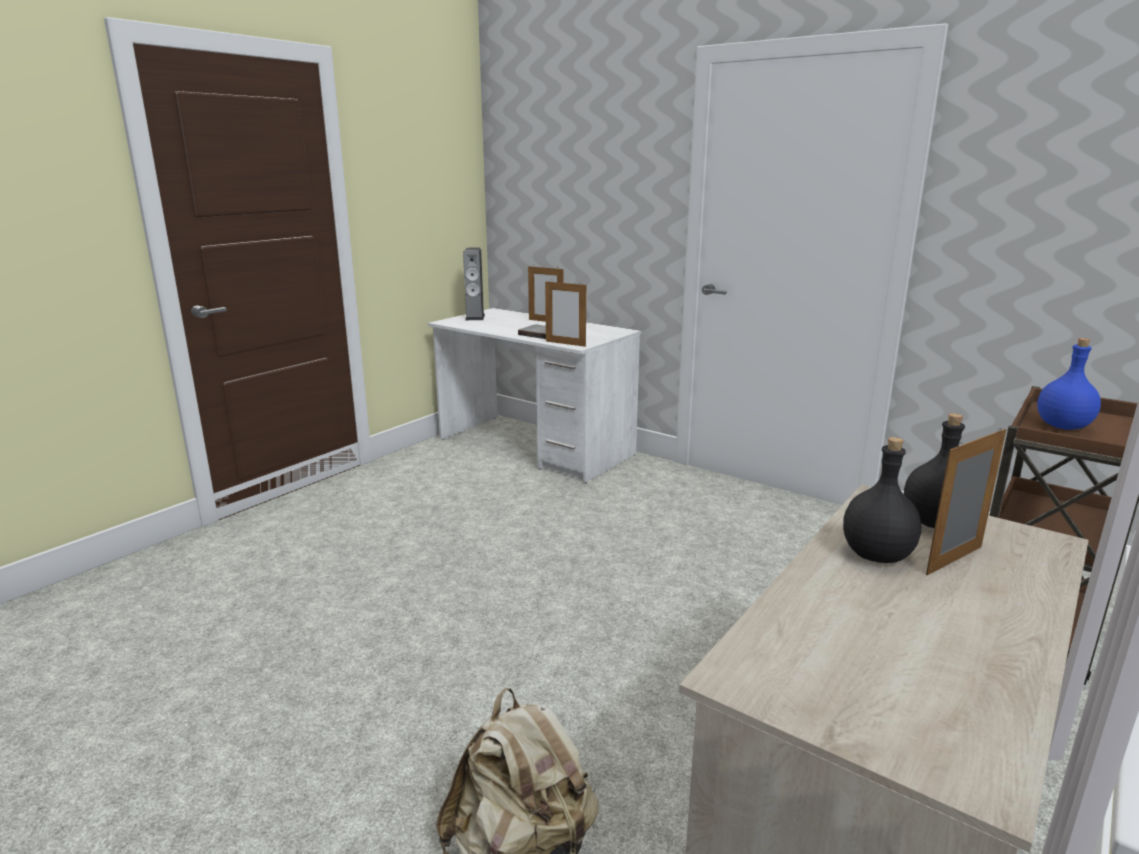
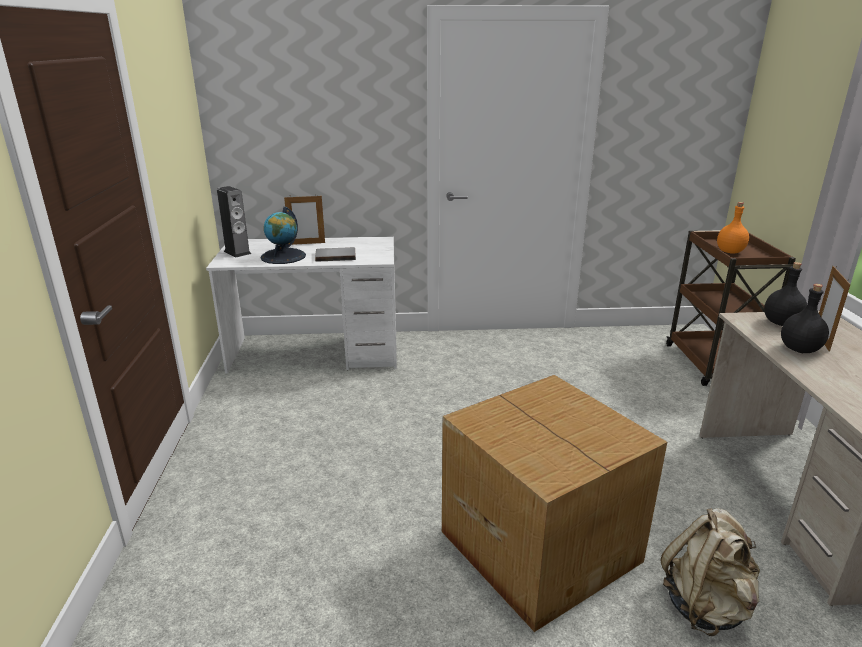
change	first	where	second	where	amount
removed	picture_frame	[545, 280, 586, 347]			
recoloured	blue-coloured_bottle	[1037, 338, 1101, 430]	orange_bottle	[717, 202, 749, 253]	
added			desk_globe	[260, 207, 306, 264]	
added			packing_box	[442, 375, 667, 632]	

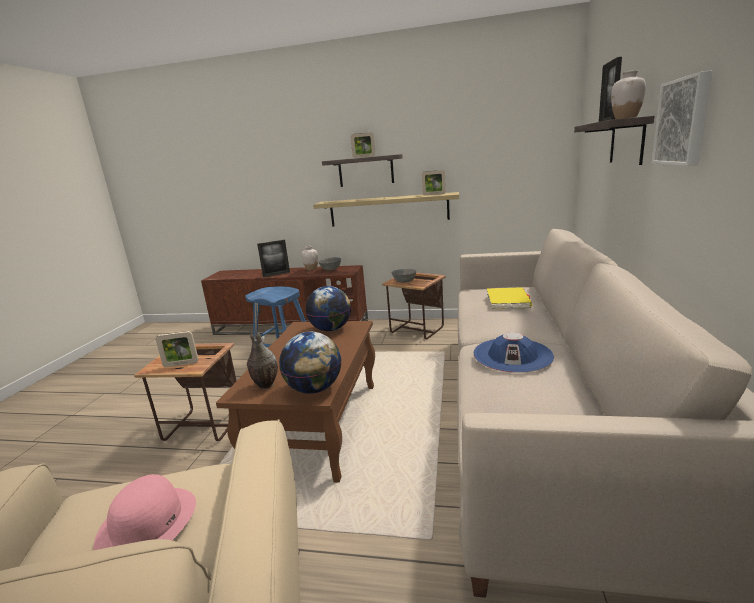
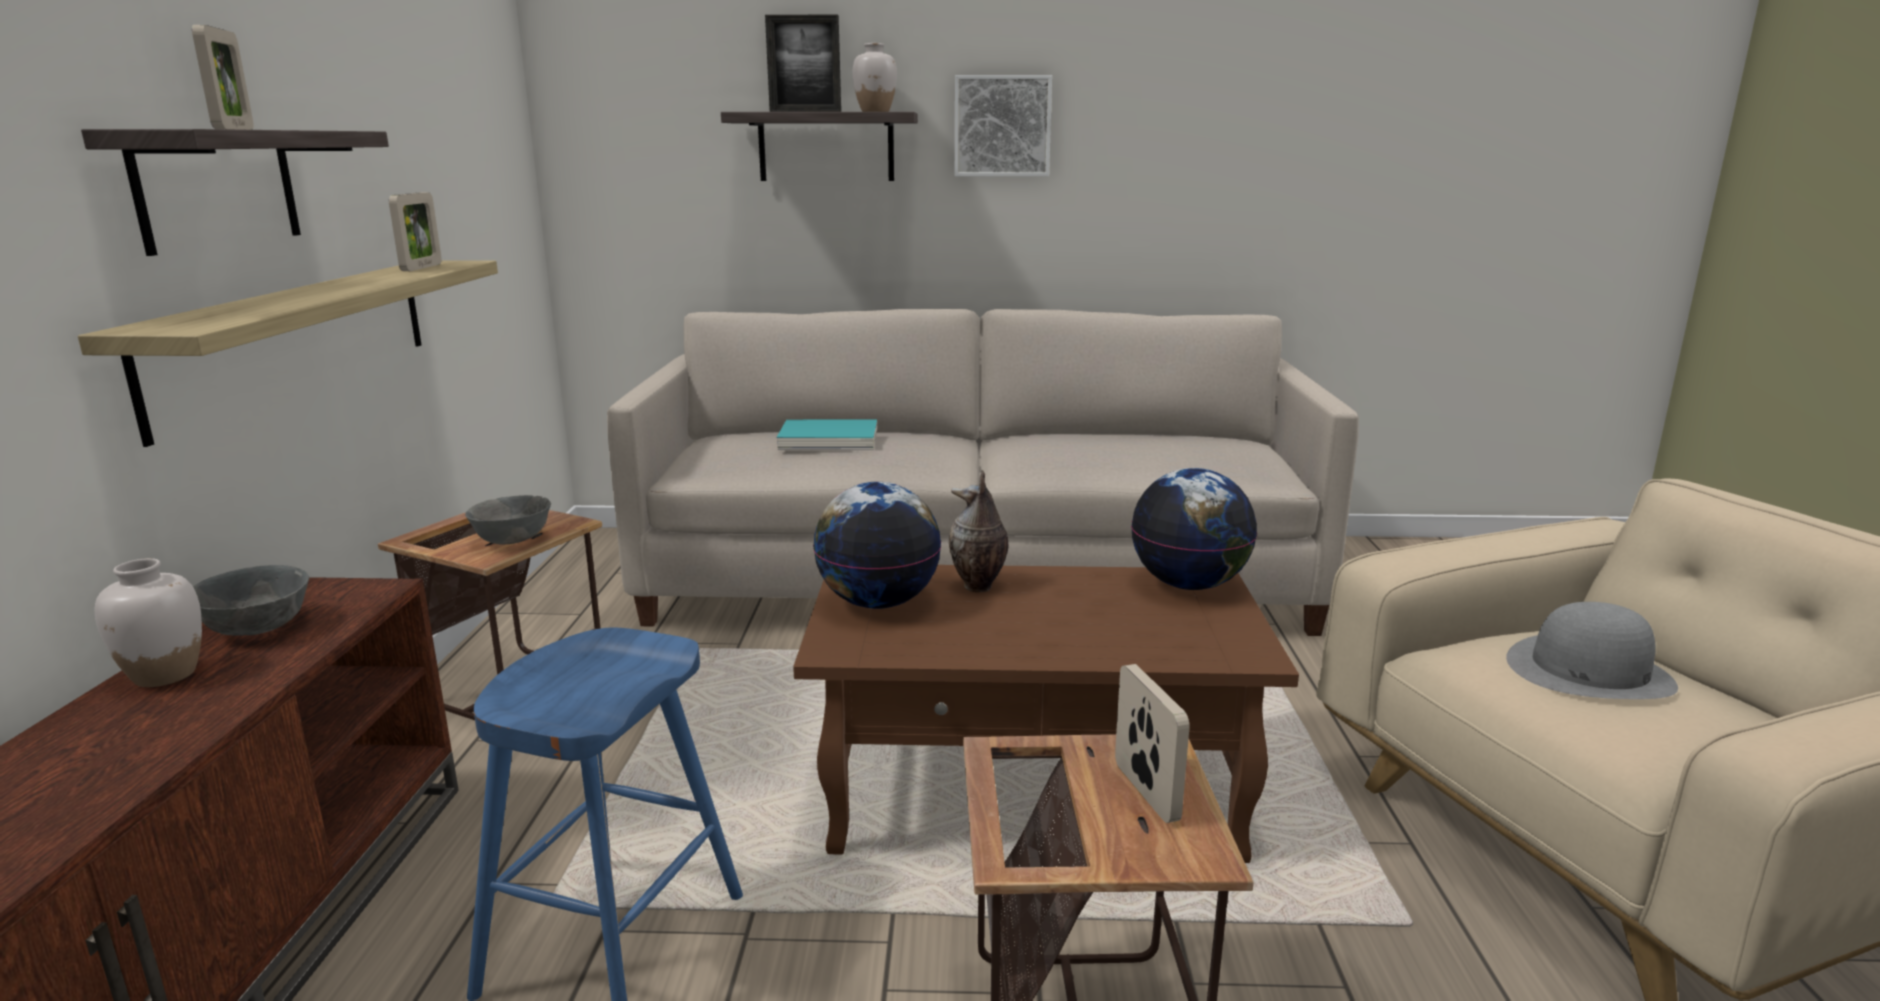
change	first	where	second	where	amount
recoloured	pink_hat	[94, 474, 196, 550]	gray_hat	[1506, 602, 1678, 699]	
moved	flower_vase	[247, 333, 278, 389]		[949, 470, 1009, 592]	
removed	picture_frame	[257, 240, 290, 277]			
removed	blue-coloured_hat	[474, 332, 554, 373]			
recoloured	yellow_book	[487, 287, 532, 310]	blue-green_book	[776, 420, 877, 450]	

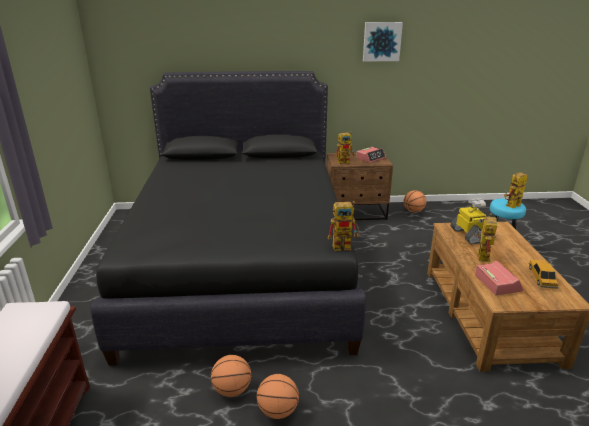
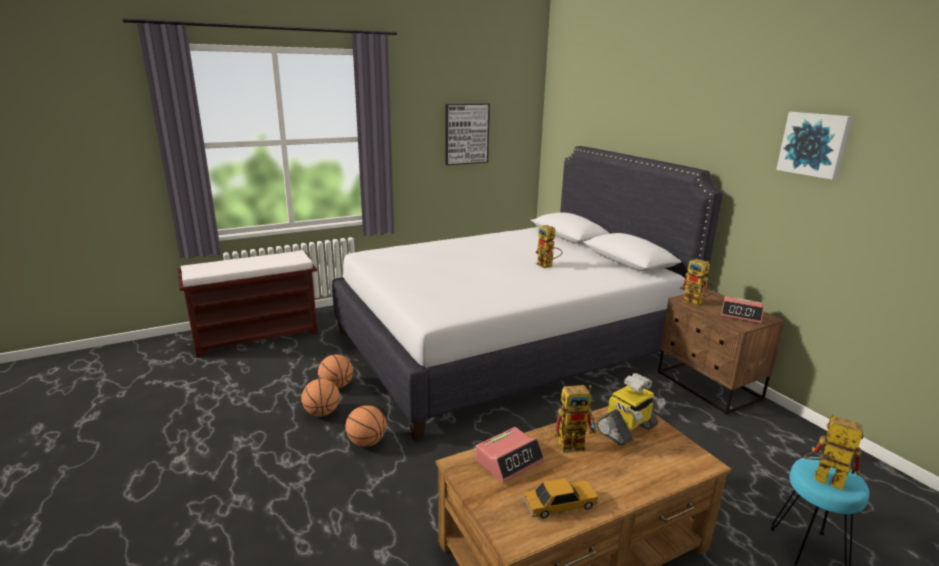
change	first	where	second	where	amount
recoloured	black_sleeping_bed	[90, 71, 366, 366]	white-coloured_sleeping_bed	[332, 146, 723, 441]	
moved	robot_figure	[327, 201, 359, 251]		[535, 225, 562, 268]	
moved	basketball	[403, 190, 426, 212]		[345, 405, 386, 447]	
added			wall_art	[445, 104, 490, 165]	

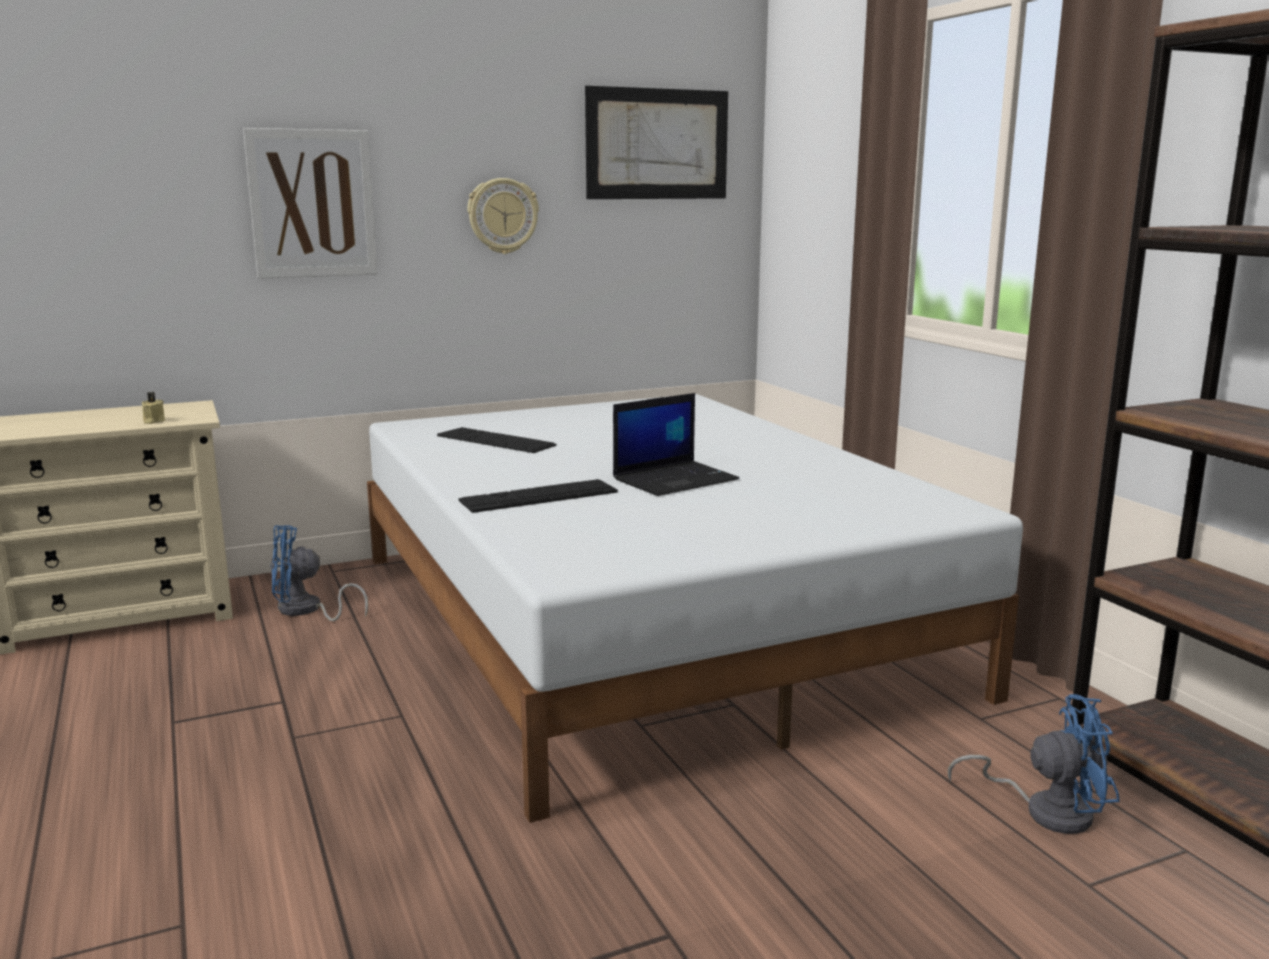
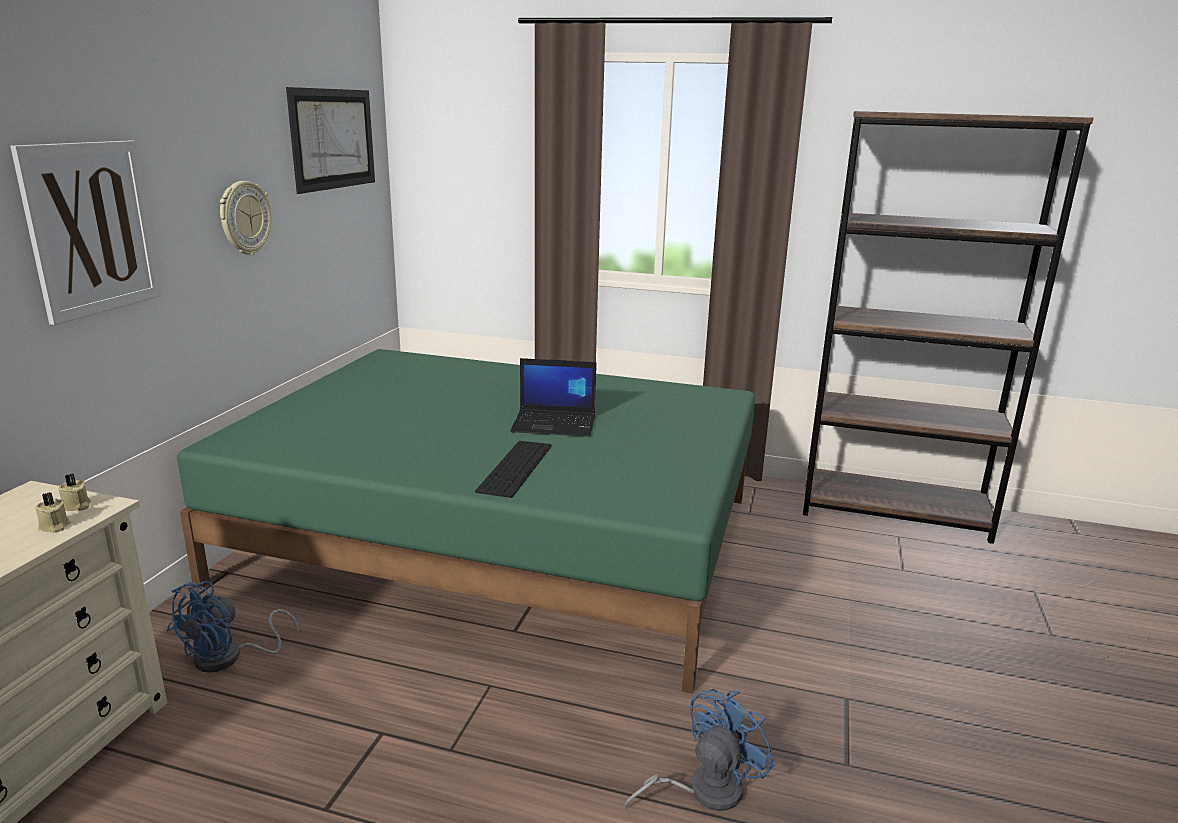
change	first	where	second	where	amount
recoloured	white-coloured_sleeping_bed	[367, 394, 1023, 823]	greenish_sleeping_bed	[177, 349, 755, 694]	
removed	computer_keyboard	[437, 427, 557, 453]			
turned	notebook_computer	[613, 393, 739, 496]		[510, 358, 597, 437]	90 degrees clockwise
moved	blue-coloured_fan	[948, 694, 1120, 834]		[624, 689, 774, 811]	
added			beige-coloured_candle	[58, 474, 91, 511]	

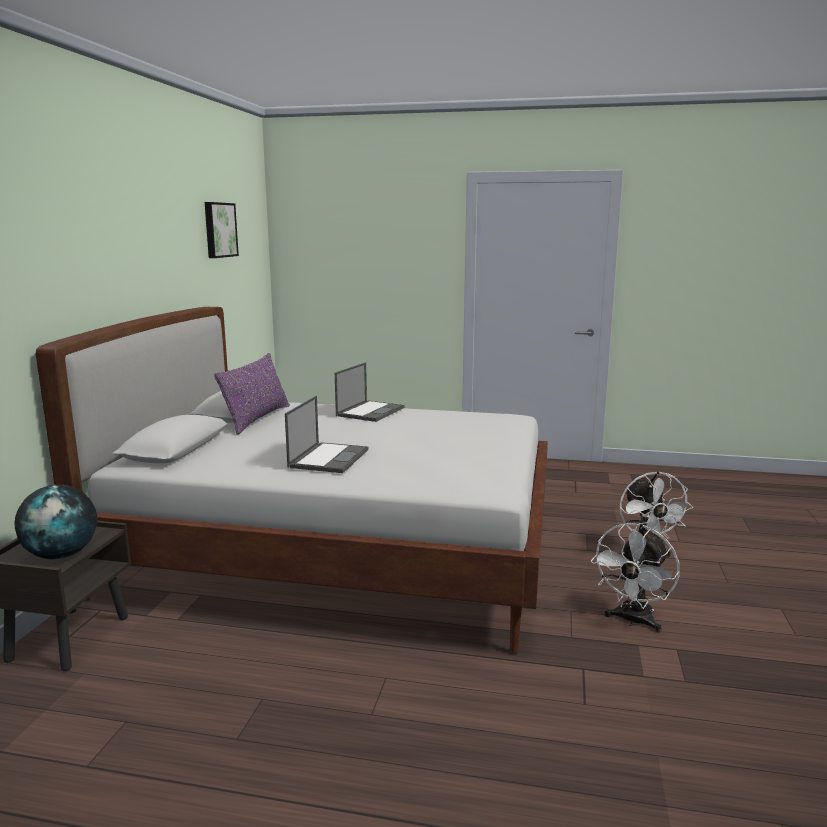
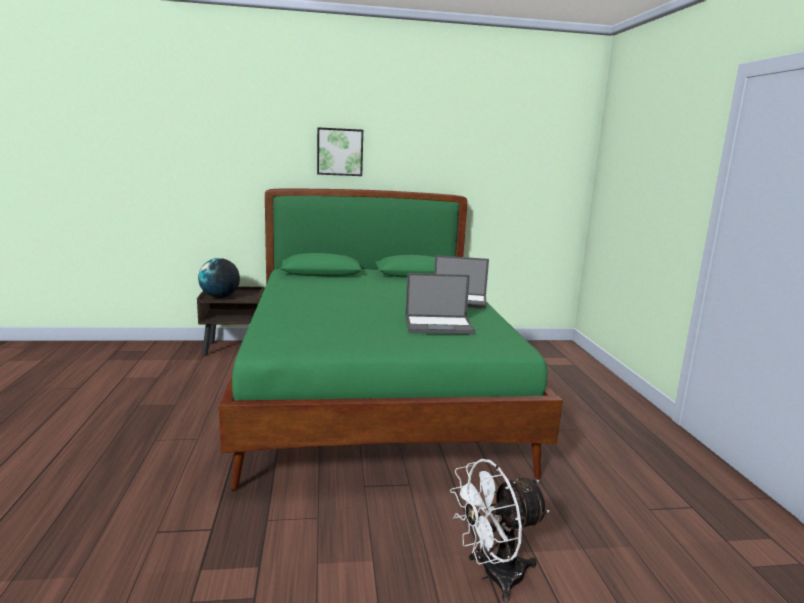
change	first	where	second	where	amount
recoloured	white-coloured_sleeping_bed	[36, 307, 548, 654]	greenish_sleeping_bed	[219, 189, 563, 490]	
moved	wall_art	[205, 202, 239, 258]		[317, 127, 363, 176]	
removed	purplish_cushion	[214, 353, 290, 435]			
moved	notebook_computer	[285, 396, 369, 473]		[405, 273, 475, 335]	
removed	white-coloured_fan	[590, 523, 679, 633]			

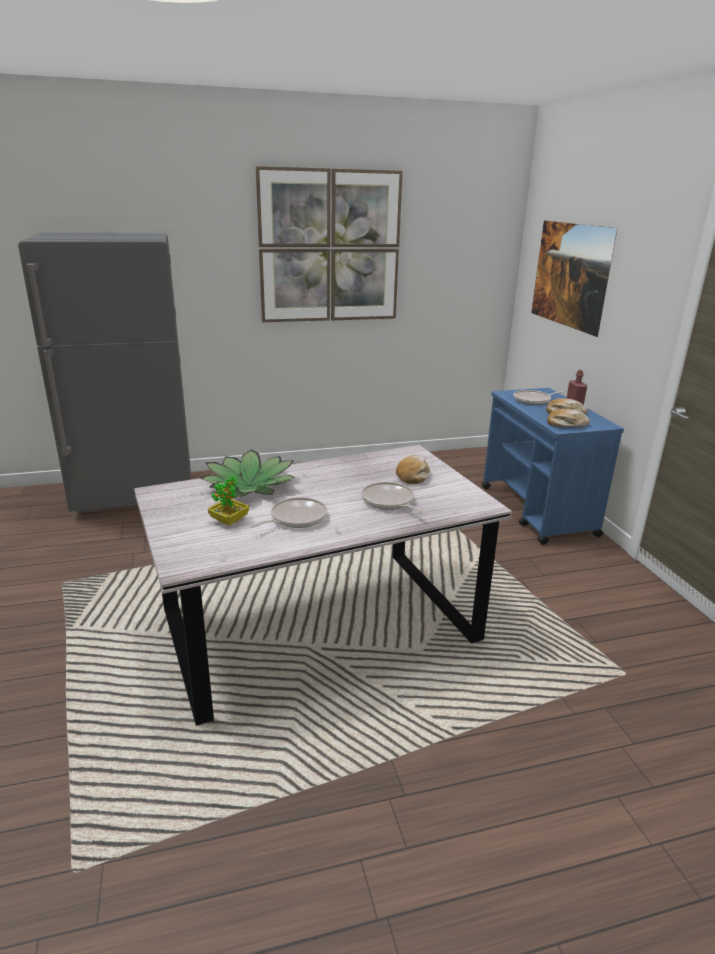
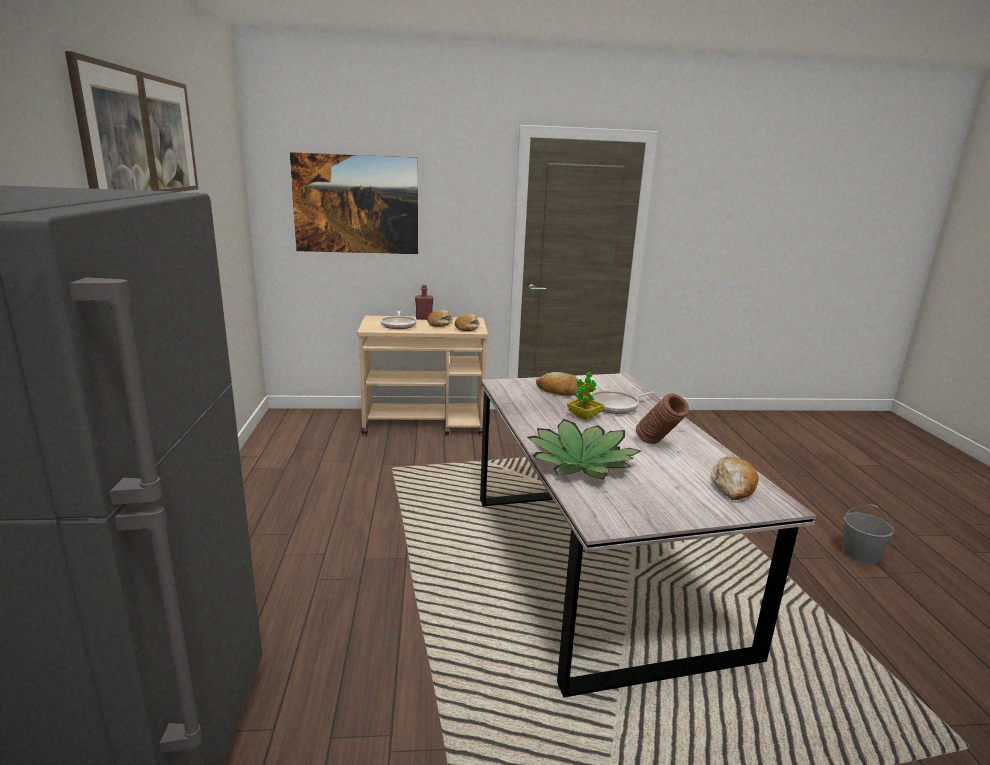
change	first	where	second	where	amount
moved	houseplant	[208, 475, 249, 525]		[567, 372, 604, 420]	
replaced	pan	[251, 497, 327, 528]	brownish_flower_vase	[636, 393, 689, 444]	
recoloured	blue-coloured_cart	[482, 388, 624, 545]	beige-coloured_cart	[357, 316, 488, 435]	
added			baked_bread	[711, 457, 758, 500]	
added			gray_pail	[842, 504, 894, 565]	

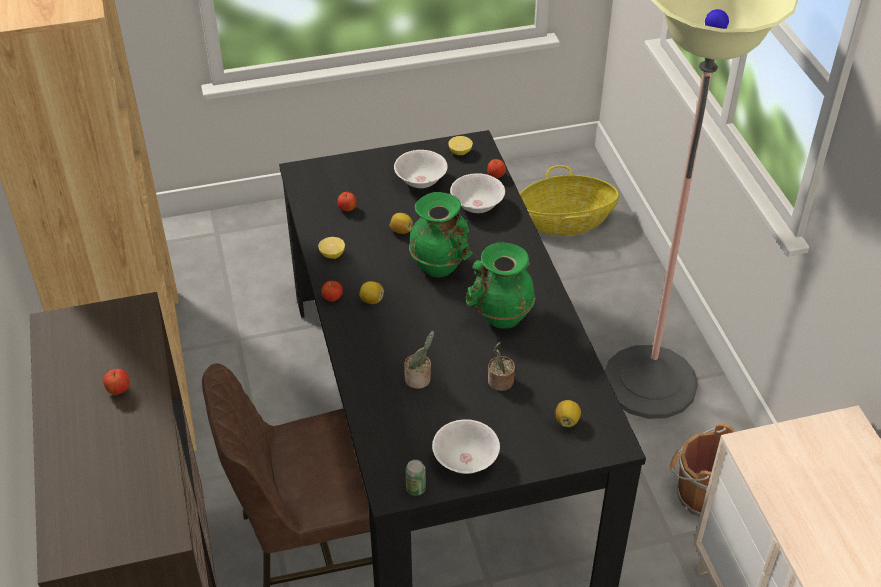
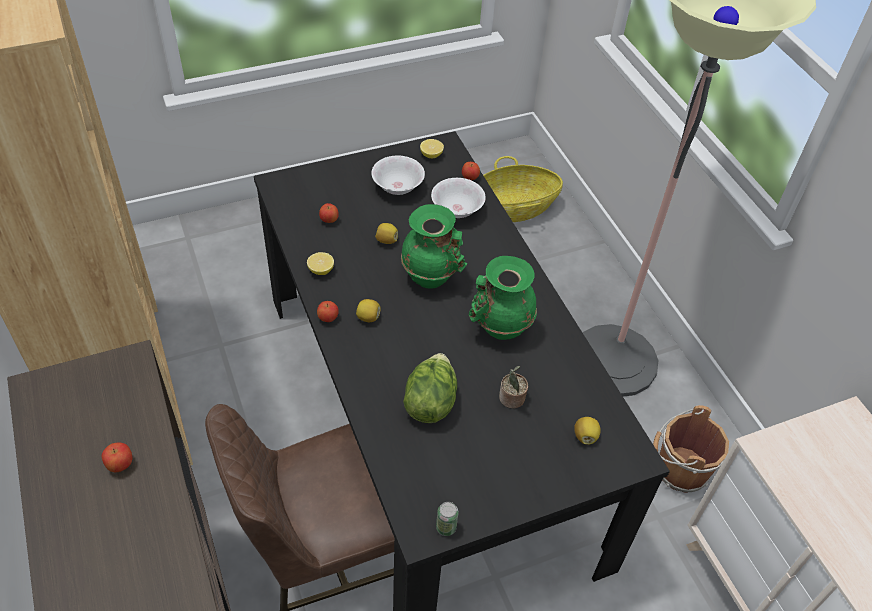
change	first	where	second	where	amount
replaced	houseplant	[404, 331, 434, 389]	lettuce	[403, 353, 458, 423]	
removed	white-coloured_bowl	[432, 419, 500, 474]			

